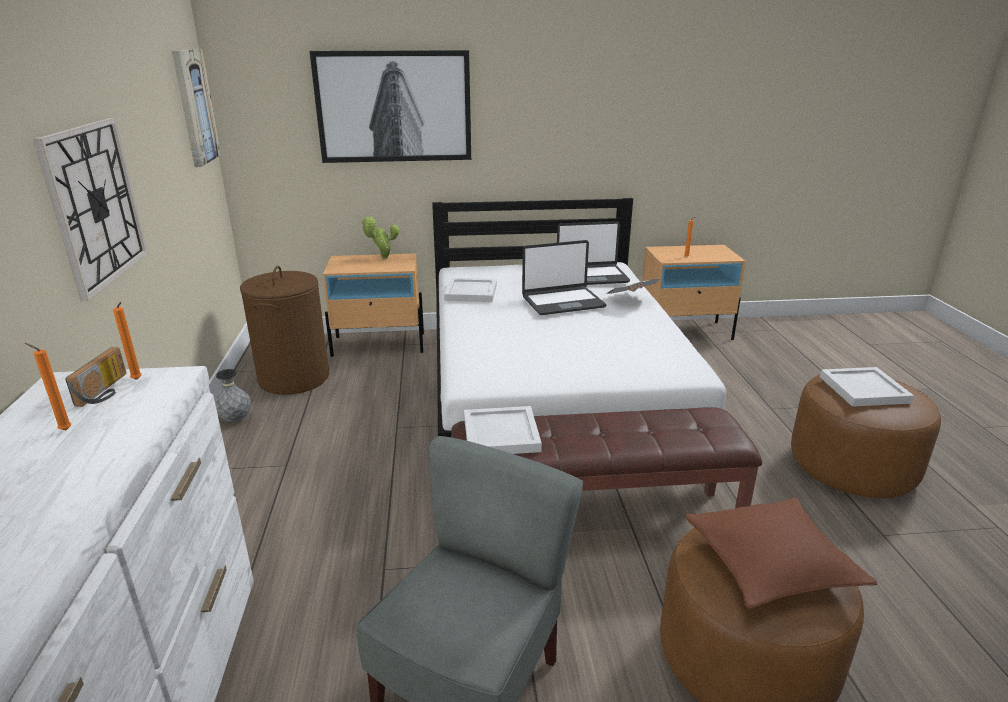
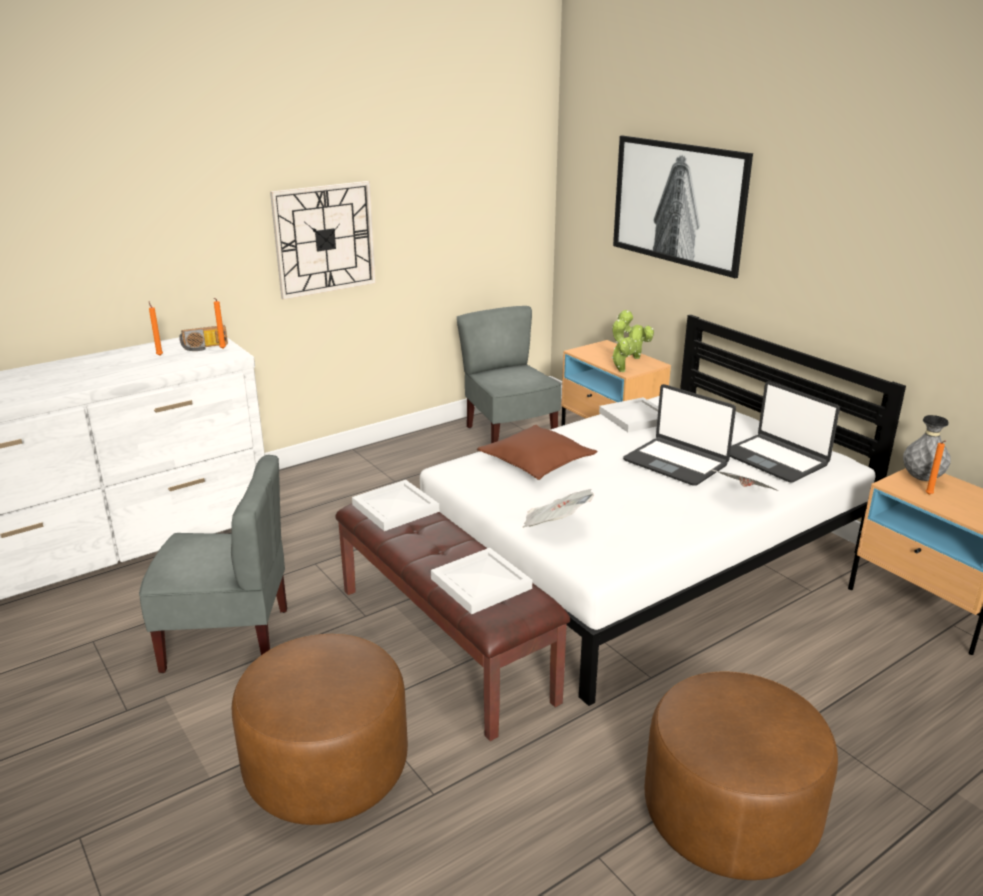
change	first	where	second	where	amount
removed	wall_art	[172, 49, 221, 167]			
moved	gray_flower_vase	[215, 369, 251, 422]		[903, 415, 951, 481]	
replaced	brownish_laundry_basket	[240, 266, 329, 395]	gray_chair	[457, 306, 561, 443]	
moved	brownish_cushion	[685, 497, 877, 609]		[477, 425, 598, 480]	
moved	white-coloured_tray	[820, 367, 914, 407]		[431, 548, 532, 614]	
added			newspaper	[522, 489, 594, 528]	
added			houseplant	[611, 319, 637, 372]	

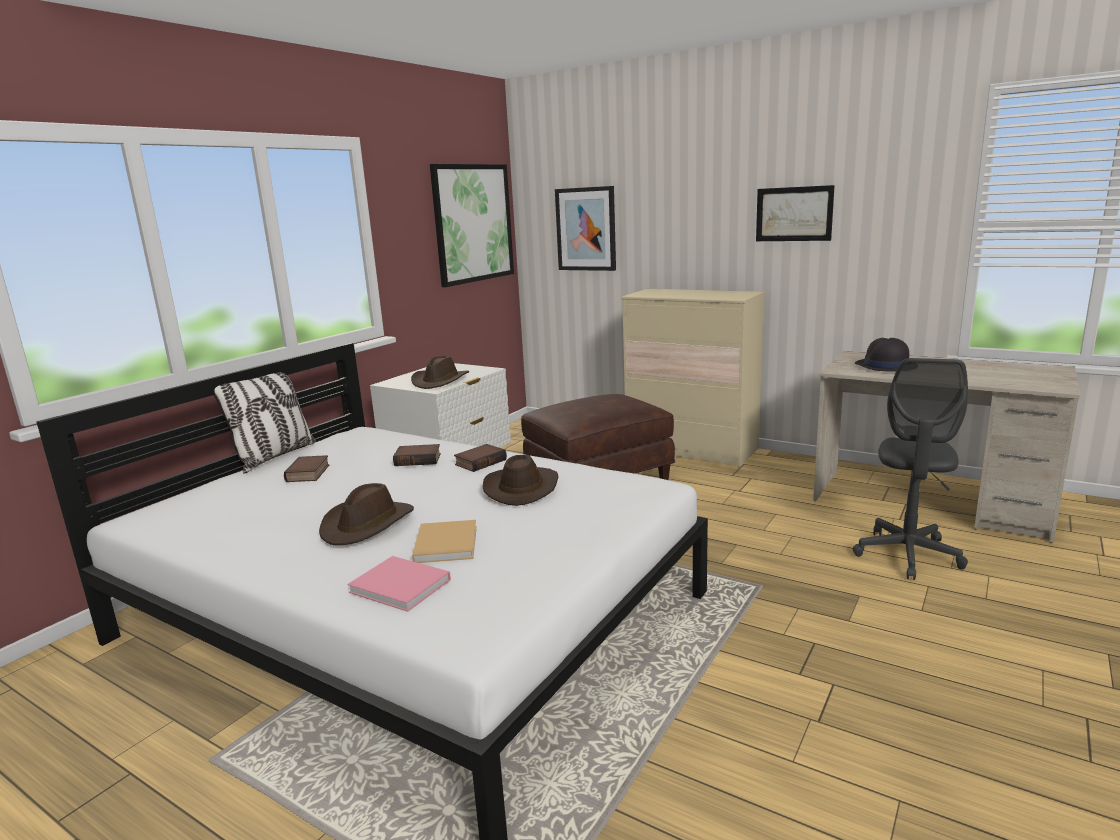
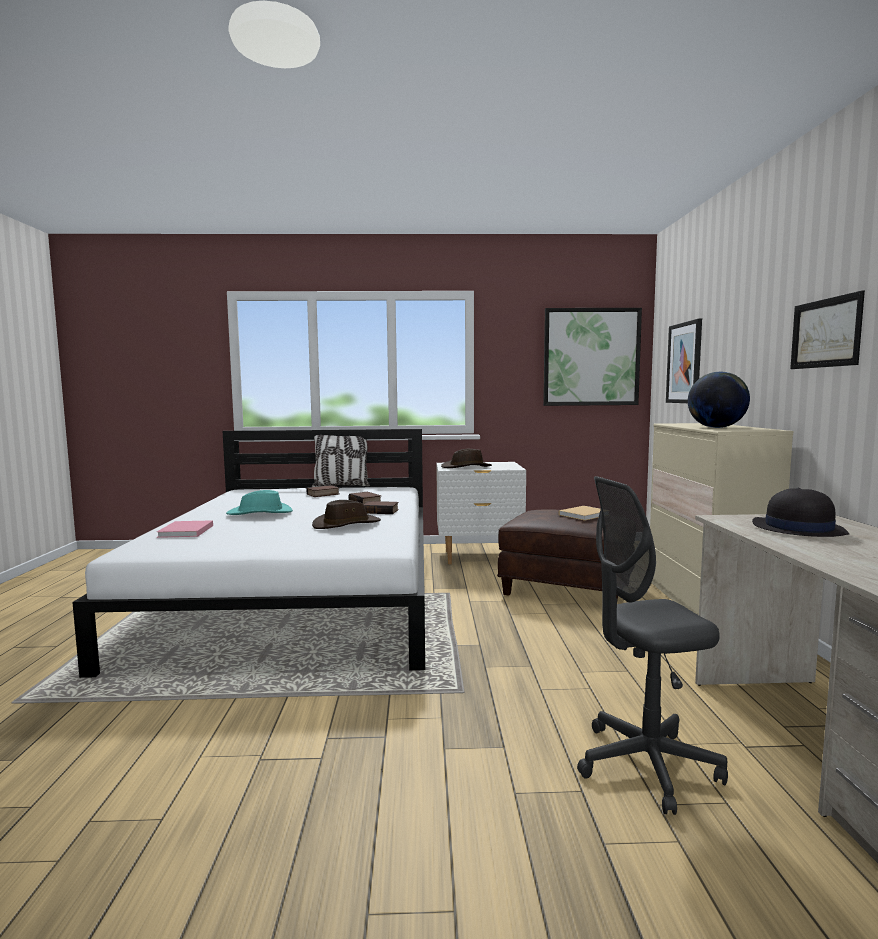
change	first	where	second	where	amount
recoloured	brownish_hat	[319, 483, 414, 545]	blue-green_hat	[226, 490, 293, 515]	
moved	beige-coloured_book	[412, 520, 477, 563]		[559, 506, 600, 521]	
added			desk_globe	[688, 372, 750, 428]	

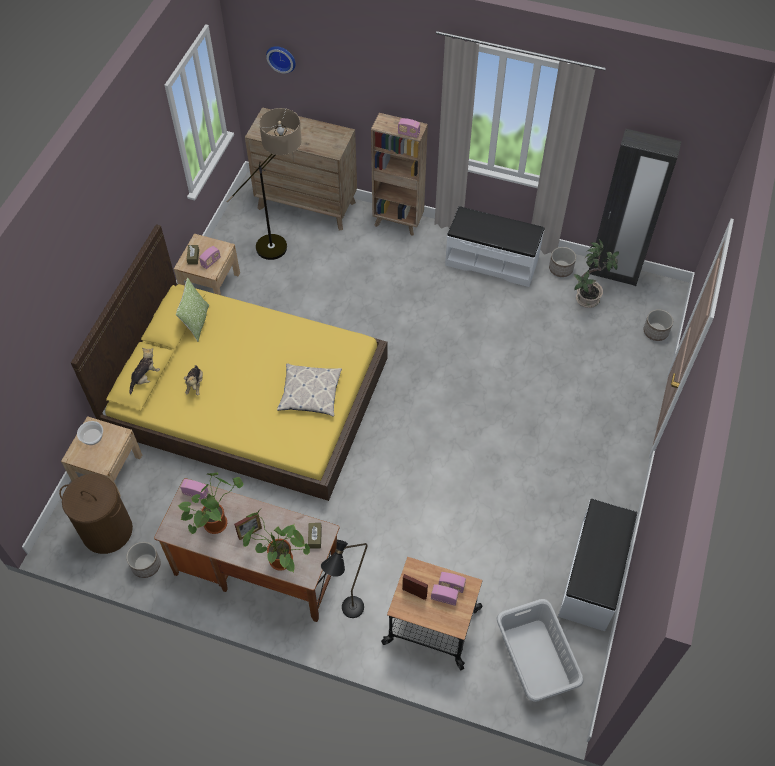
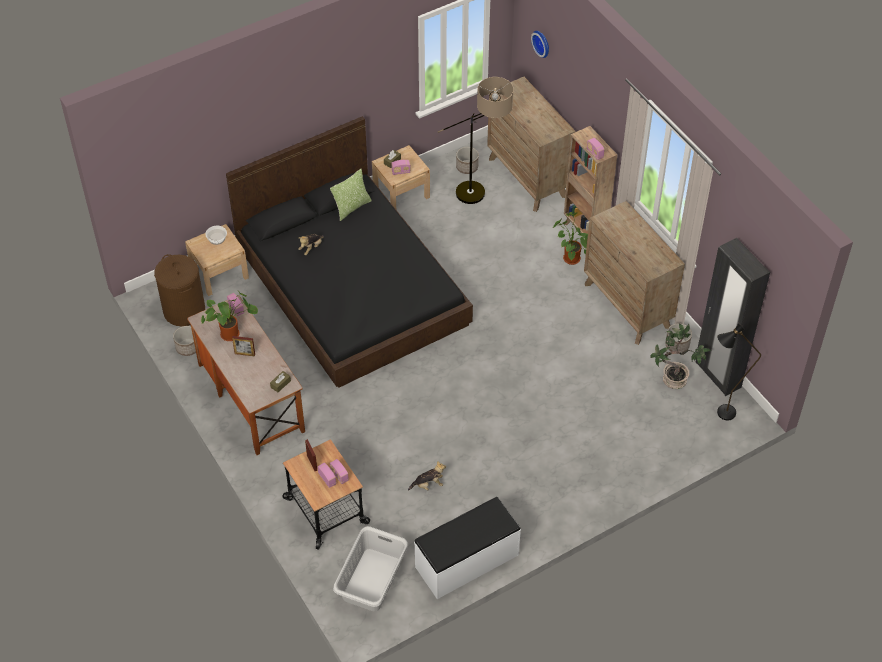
change	first	where	second	where	amount
recoloured	yellow_sleeping_bed	[71, 224, 387, 501]	black_sleeping_bed	[226, 116, 473, 388]	
moved	soft_toy	[129, 348, 160, 395]		[408, 461, 446, 491]	
moved	houseplant	[243, 510, 310, 572]		[553, 212, 588, 265]	
removed	cushion	[277, 363, 342, 417]			
moved	black_floor_lamp	[321, 540, 368, 618]		[717, 323, 761, 420]	
replaced	white-coloured_long_seat	[445, 206, 544, 287]	brownish_chest_of_drawers	[584, 201, 685, 345]	
moved	flower_pot	[643, 309, 673, 341]		[456, 147, 479, 174]	

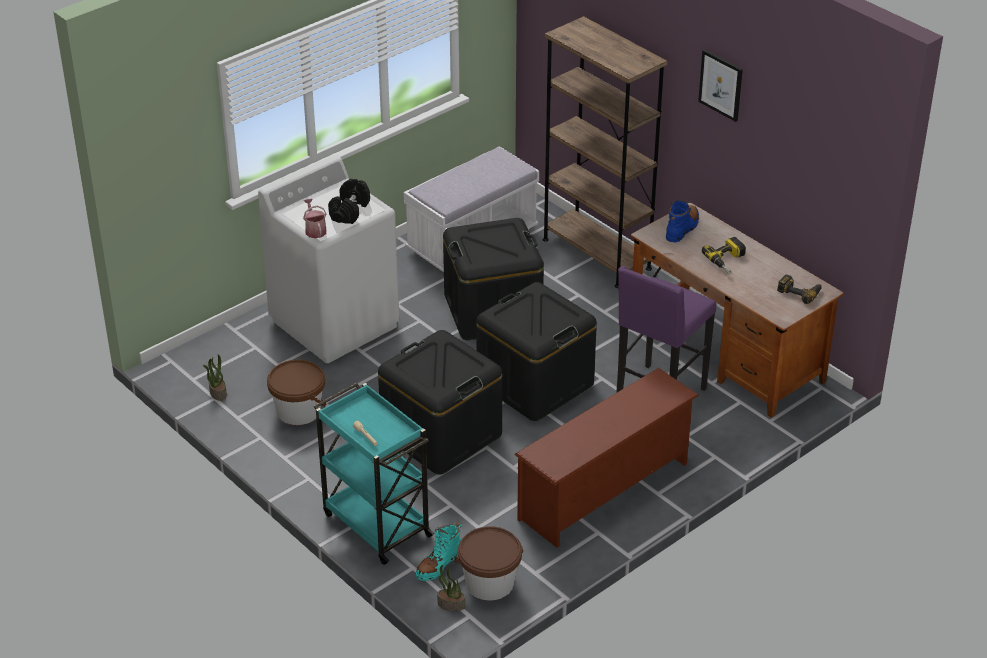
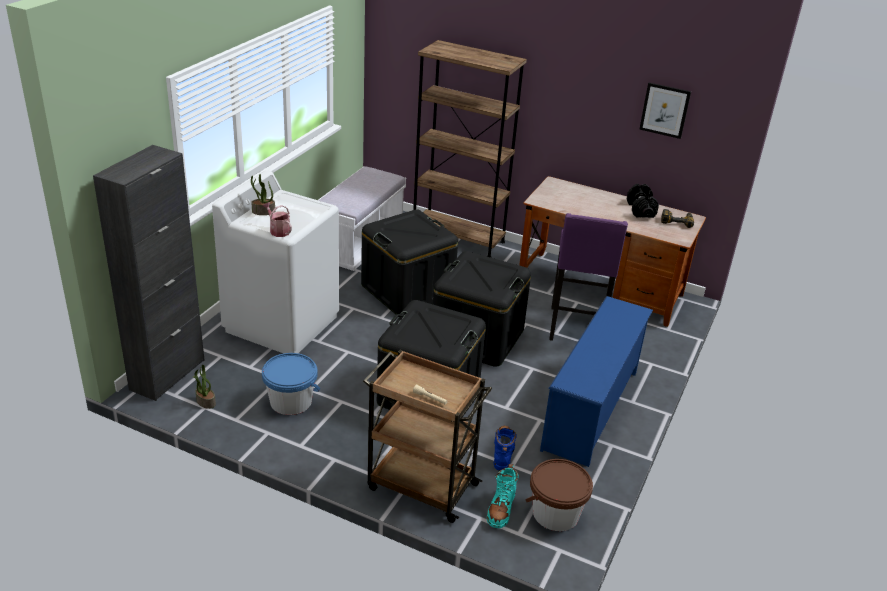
change	first	where	second	where	amount
recoloured	brownish_pail	[267, 360, 327, 425]	blue-coloured_pail	[262, 353, 320, 415]	
recoloured	blue-green_cart	[314, 383, 434, 565]	brownish_cart	[363, 350, 492, 523]	
moved	black_free_weight	[328, 179, 370, 224]		[627, 184, 659, 218]	
moved	houseplant	[437, 565, 465, 612]		[251, 174, 275, 215]	
recoloured	brownish_shoe_shelf	[514, 368, 699, 548]	blue-coloured_shoe_shelf	[540, 296, 653, 467]	
moved	blue-coloured_boot	[666, 200, 699, 242]		[493, 426, 517, 471]	
moved	wall_art	[698, 50, 743, 122]		[639, 83, 691, 139]	
removed	power_drill	[702, 237, 746, 274]			
added			black_storage_cabinet	[93, 145, 205, 401]	

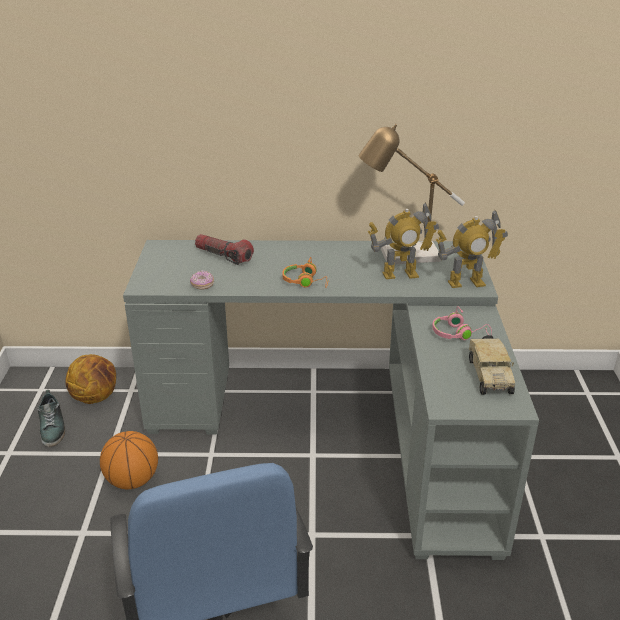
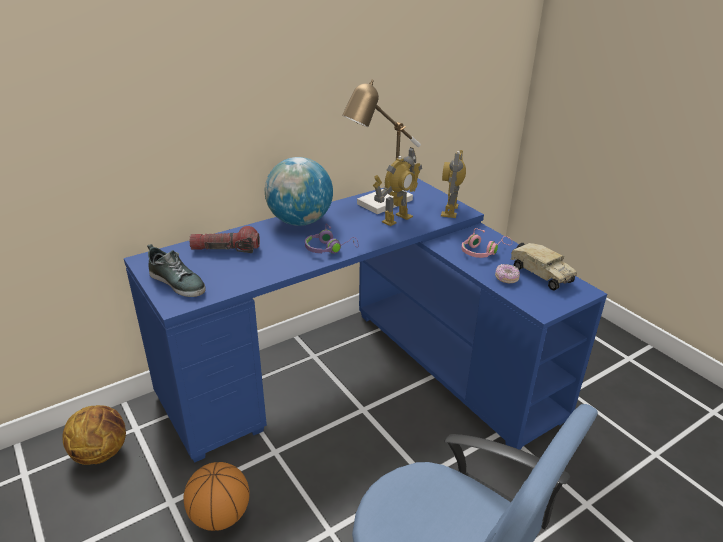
change	first	where	second	where	amount
moved	shoe	[37, 390, 65, 447]		[147, 244, 206, 297]	
recoloured	gray_desk_table	[123, 240, 539, 560]	blue-coloured_desk_table	[124, 179, 607, 463]	
moved	doughnut	[190, 270, 214, 290]		[495, 264, 520, 283]	
recoloured	orange_headphones	[282, 257, 329, 288]	purplish_headphones	[305, 223, 359, 253]	
turned	robot_figure	[435, 210, 508, 288]		[441, 150, 466, 218]	150 degrees clockwise
added			desk_globe	[265, 157, 333, 226]	

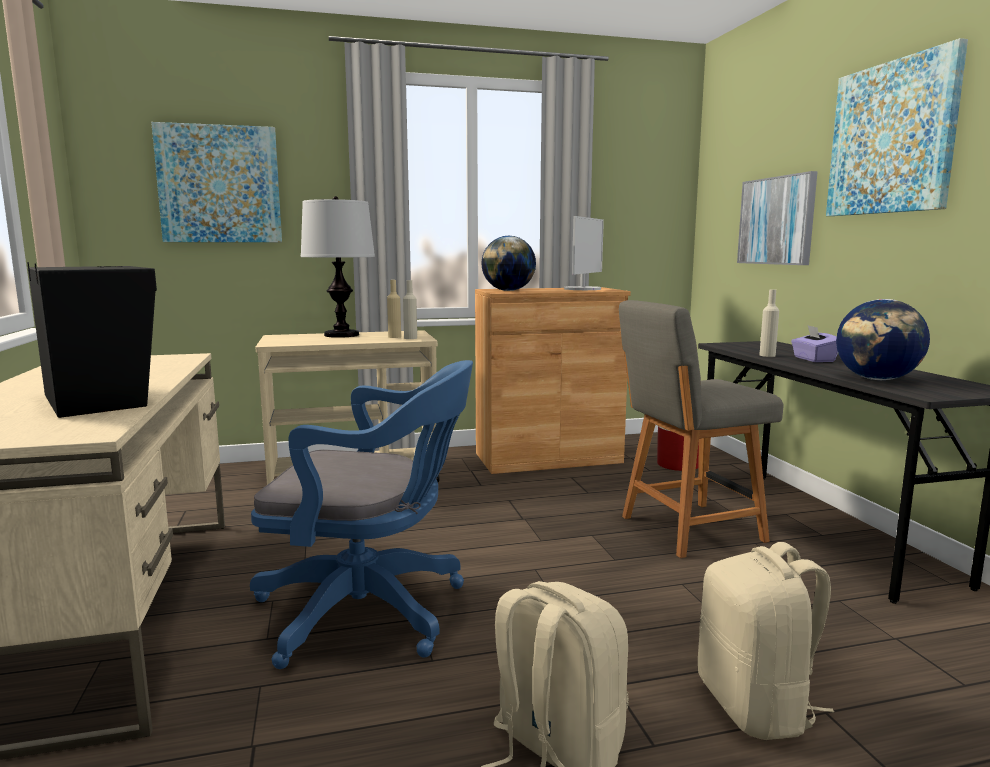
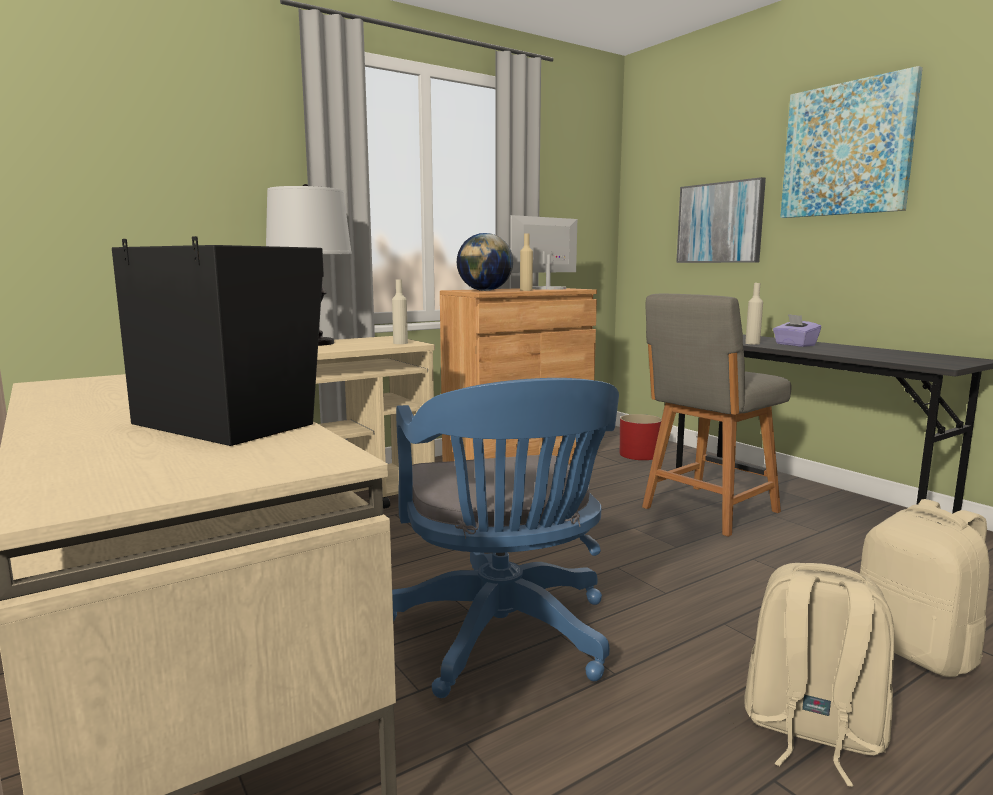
change	first	where	second	where	amount
removed	wall_art	[151, 122, 282, 242]			
turned	blue-coloured_computer_chair	[250, 360, 473, 669]		[392, 378, 619, 698]	90 degrees clockwise
moved	beige-coloured_bottle	[387, 280, 401, 338]		[520, 233, 533, 291]	
turned	monitor	[564, 216, 604, 290]		[510, 215, 577, 290]	135 degrees counterclockwise
removed	desk_globe	[836, 299, 930, 380]			

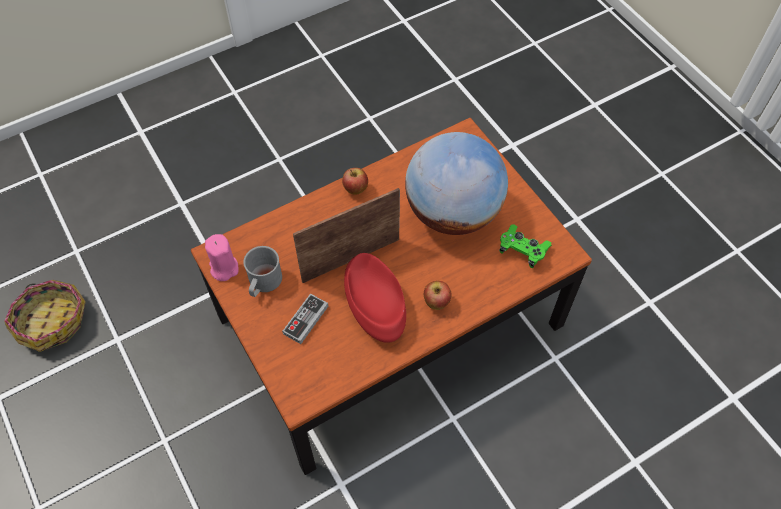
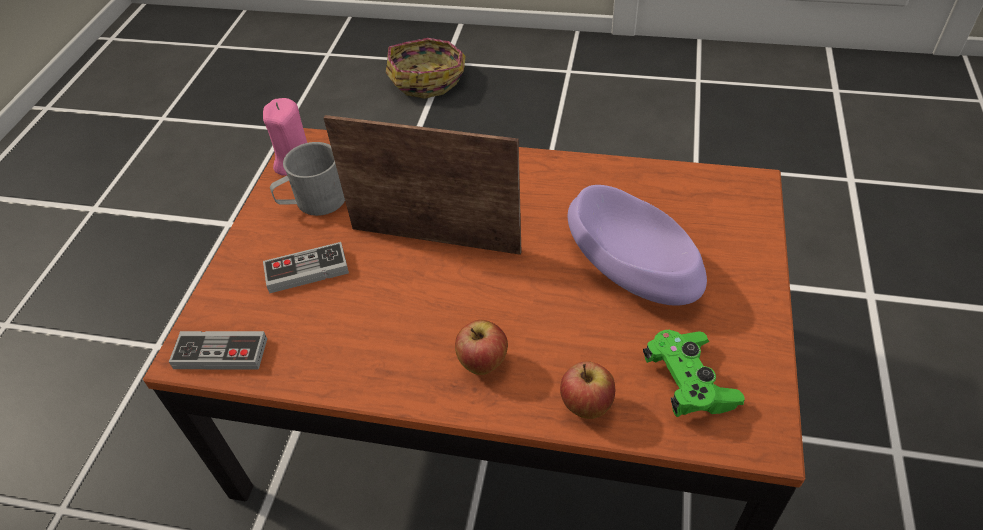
change	first	where	second	where	amount
moved	storage_basket	[4, 280, 86, 352]		[386, 38, 466, 99]	
moved	apple	[342, 168, 368, 195]		[560, 361, 615, 419]	
removed	red-coloured_bowl	[344, 253, 406, 343]			
replaced	desk_globe	[405, 132, 508, 235]	purplish_bowl	[568, 185, 707, 306]	
added			game_controller	[169, 331, 267, 370]	

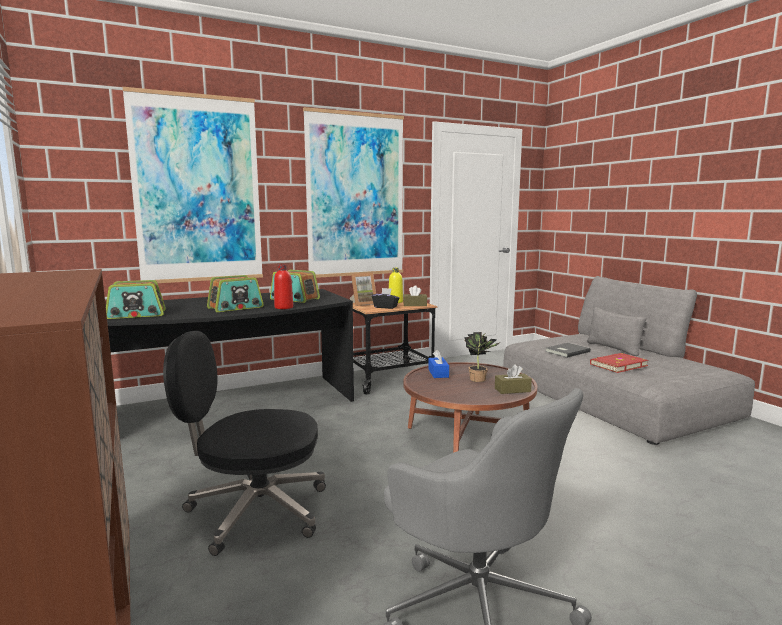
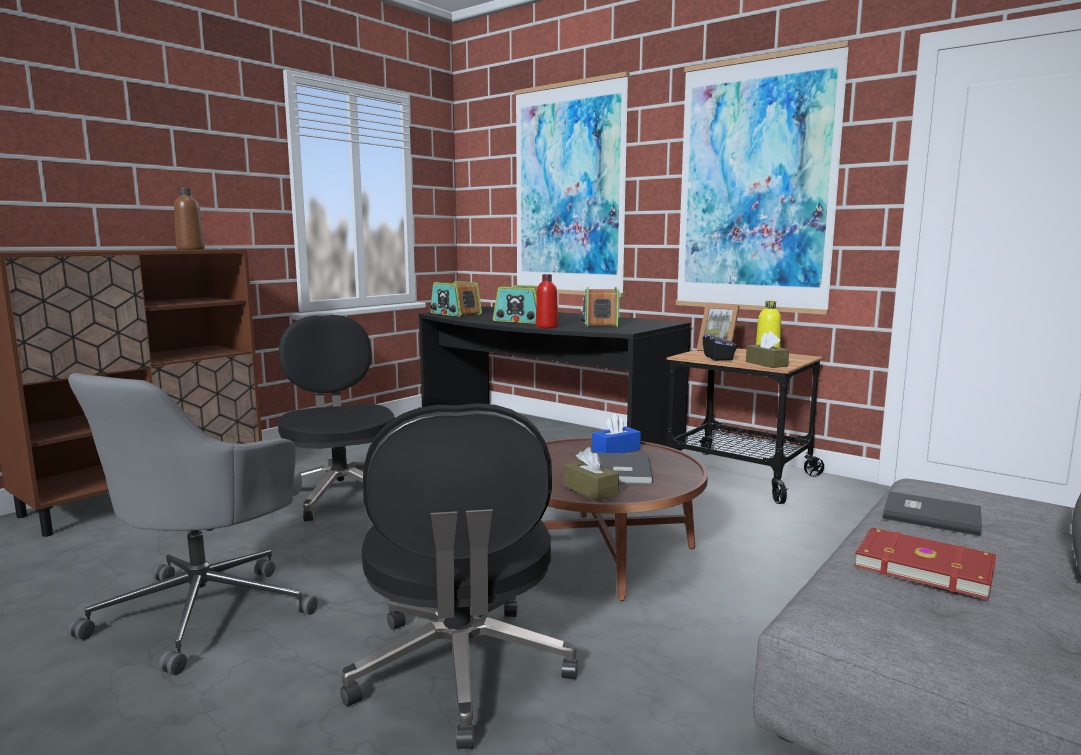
change	first	where	second	where	amount
replaced	houseplant	[464, 332, 500, 382]	gray_book	[598, 453, 653, 484]	
added			brownish_bottle	[174, 188, 205, 250]	
added			black_computer_chair	[341, 403, 578, 749]	

